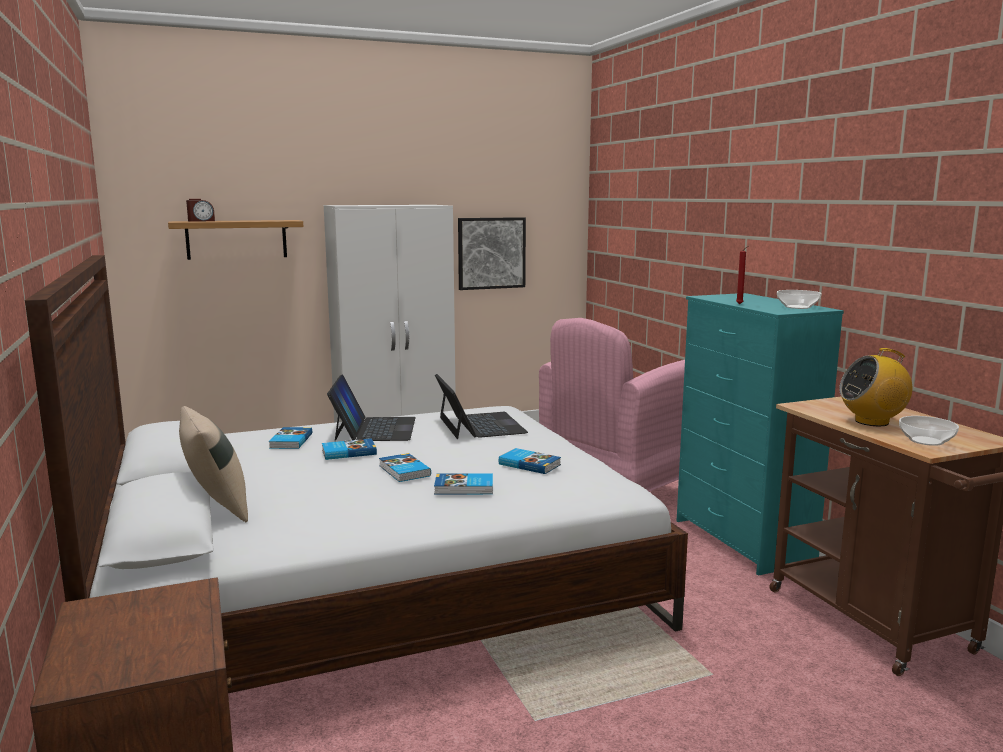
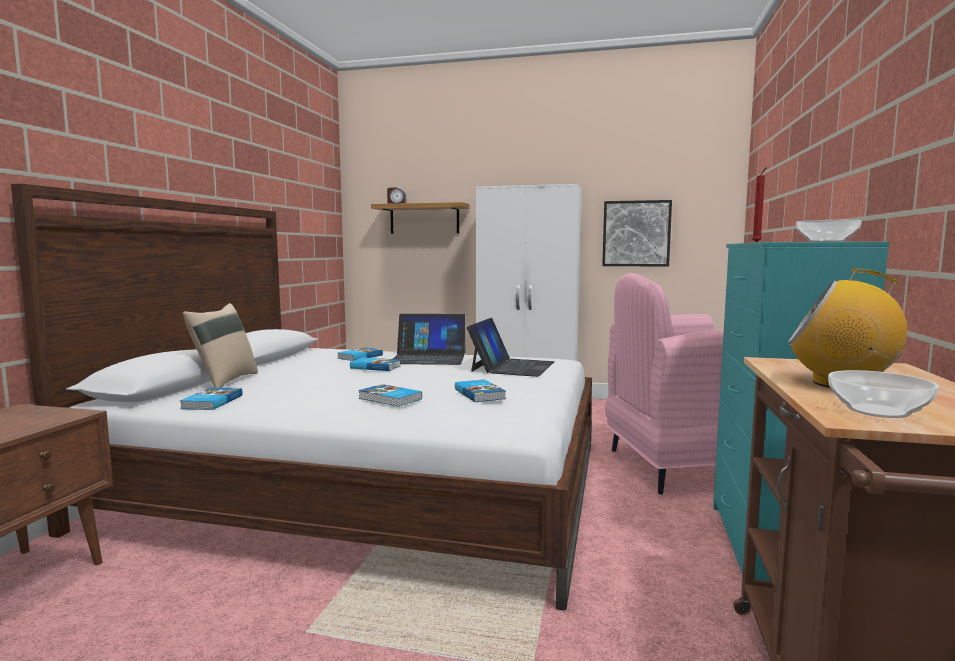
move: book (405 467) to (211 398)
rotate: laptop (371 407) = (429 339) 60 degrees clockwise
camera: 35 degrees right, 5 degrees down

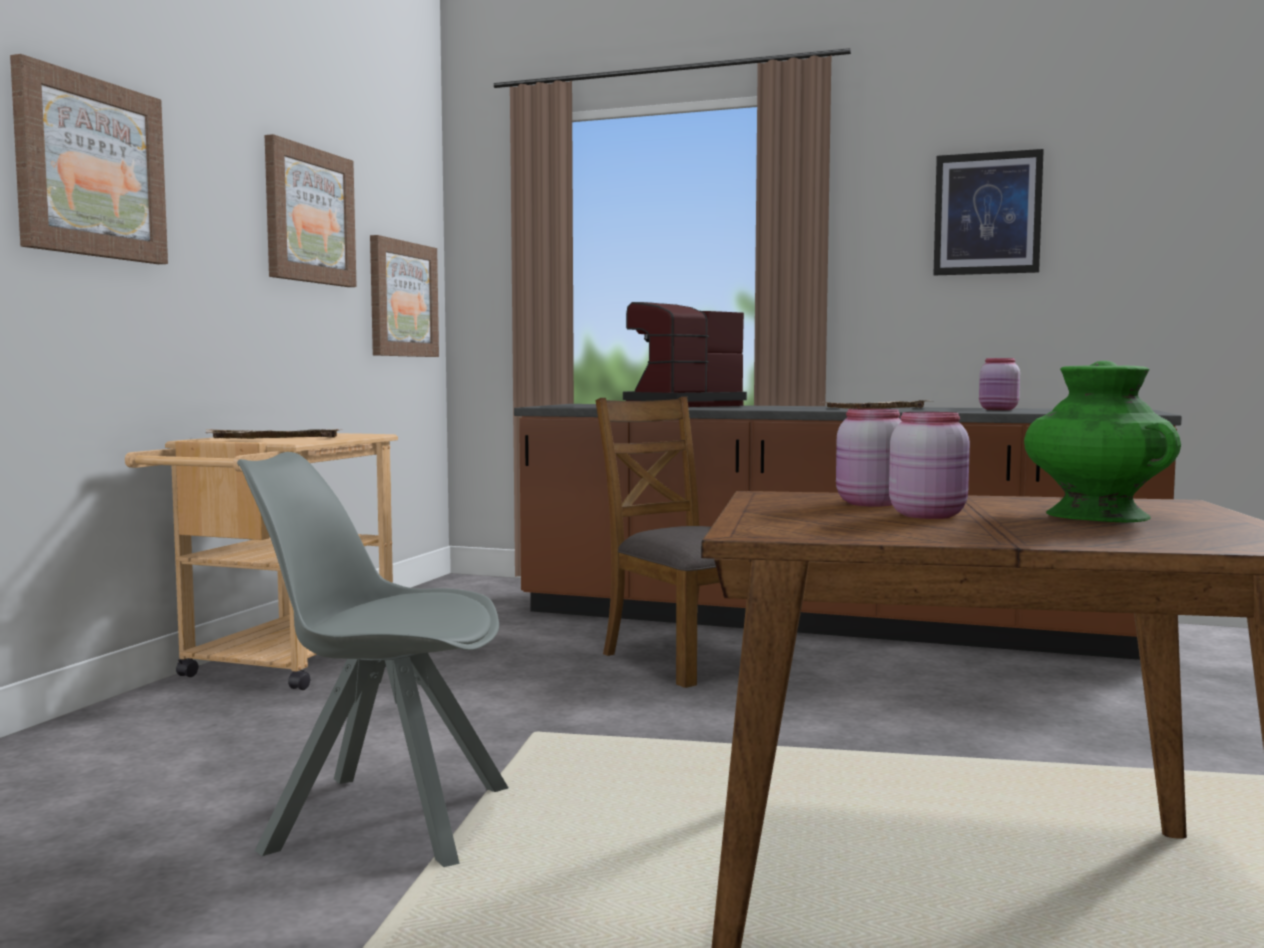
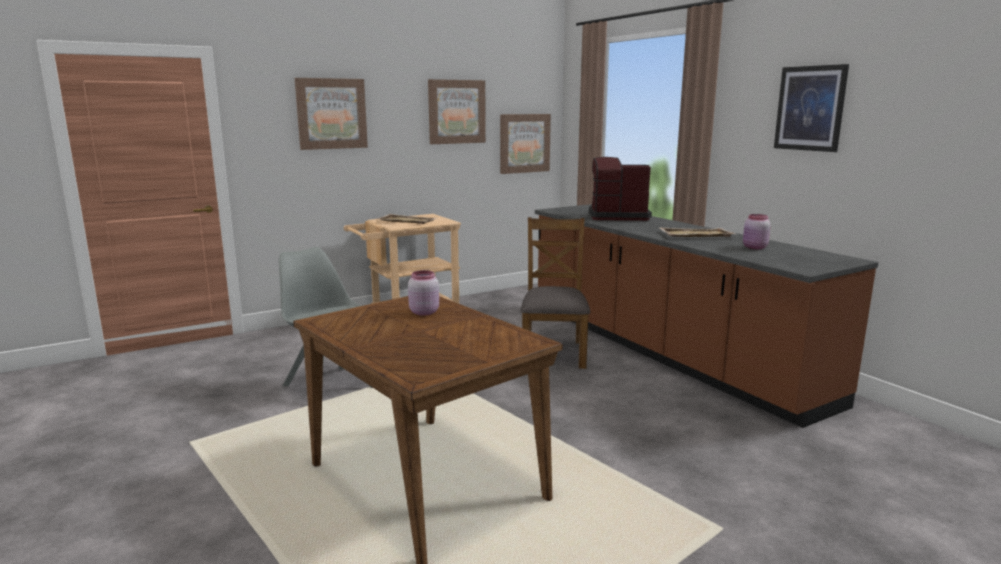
delete: pink jar (929 465); green vase (1102 441)
camera: 40 degrees right, 10 degrees up

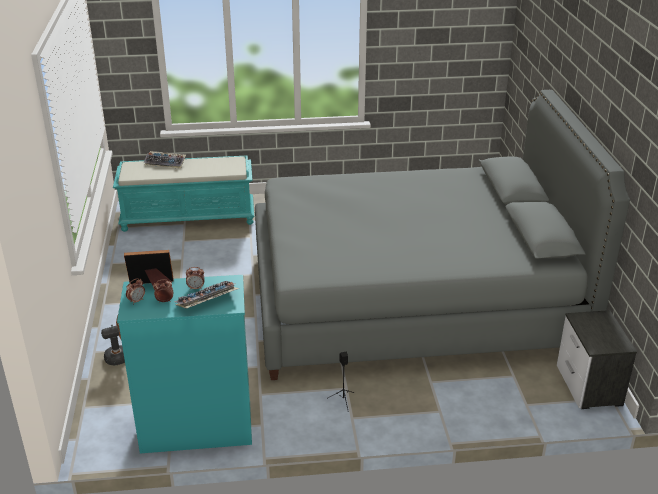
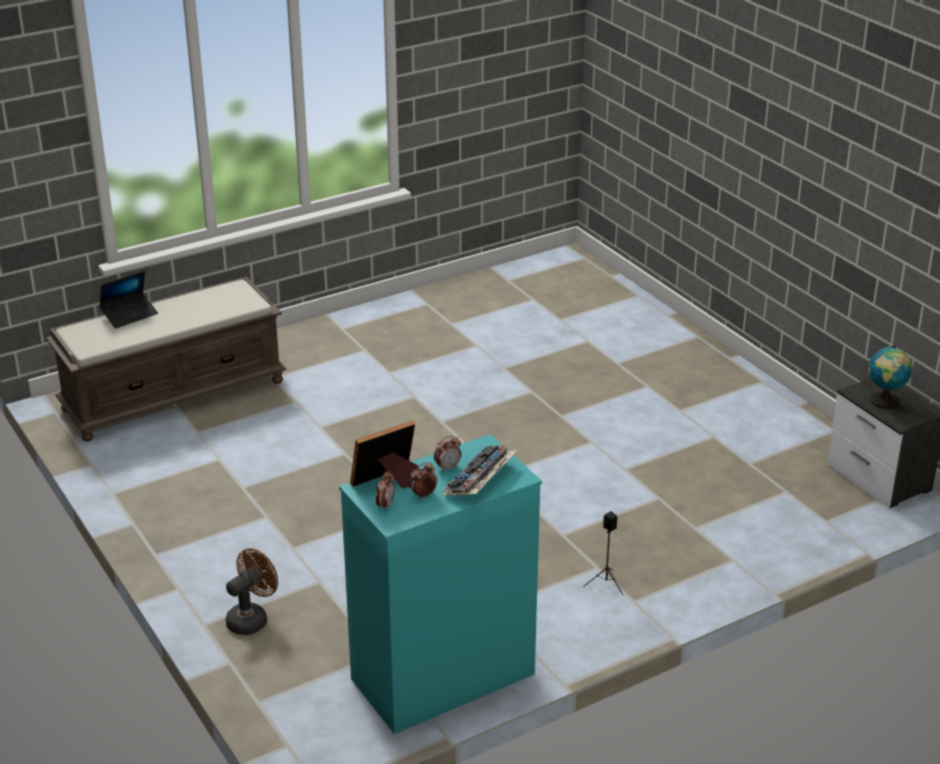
delete: grey bed (442 235)
insert: globe (890 377)
replace: keyboard (164 160) to laptop (128 299)
recolor: turquoise bench (183 193) to brown bench (166 359)
camera: 25 degrees left, 0 degrees up

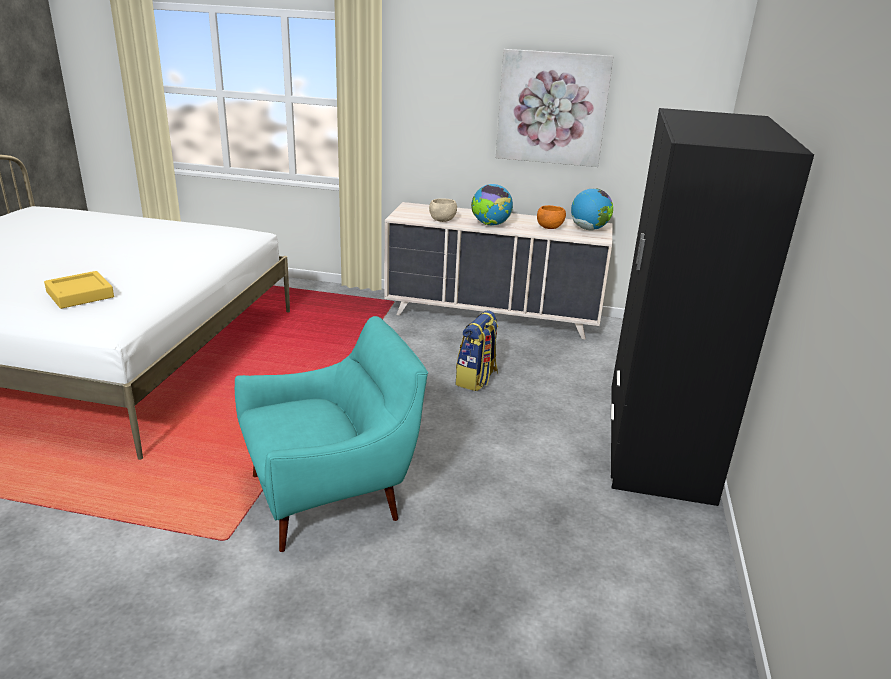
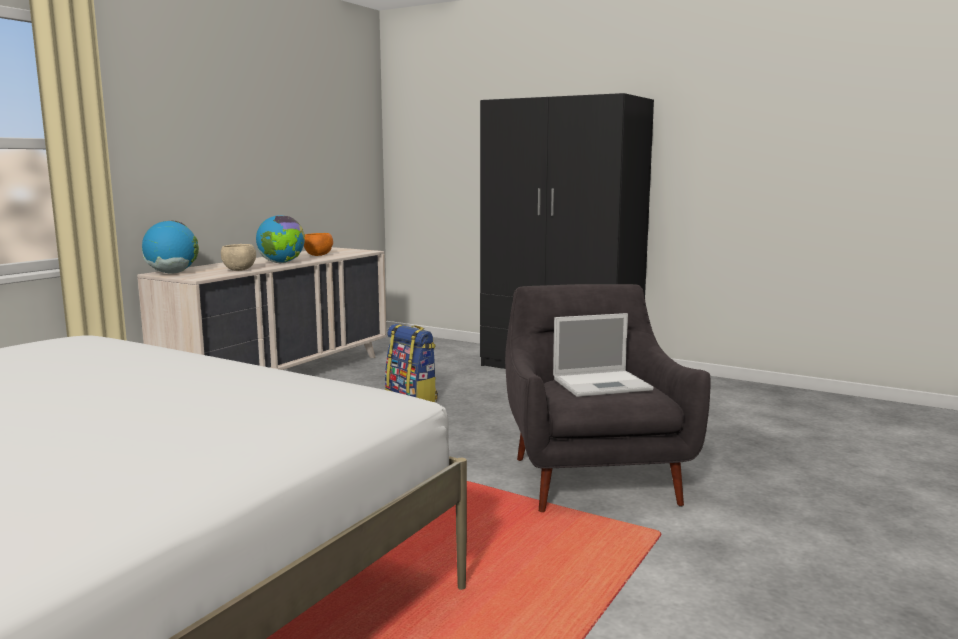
delete: yellow tray (79 290); picture (555 108)
insert: laptop (603 355)
move: globe (592 209) to (170 247)
recolor: turquoise armchair (331 434) to grey armchair (607 398)
camera: 70 degrees left, 15 degrees down

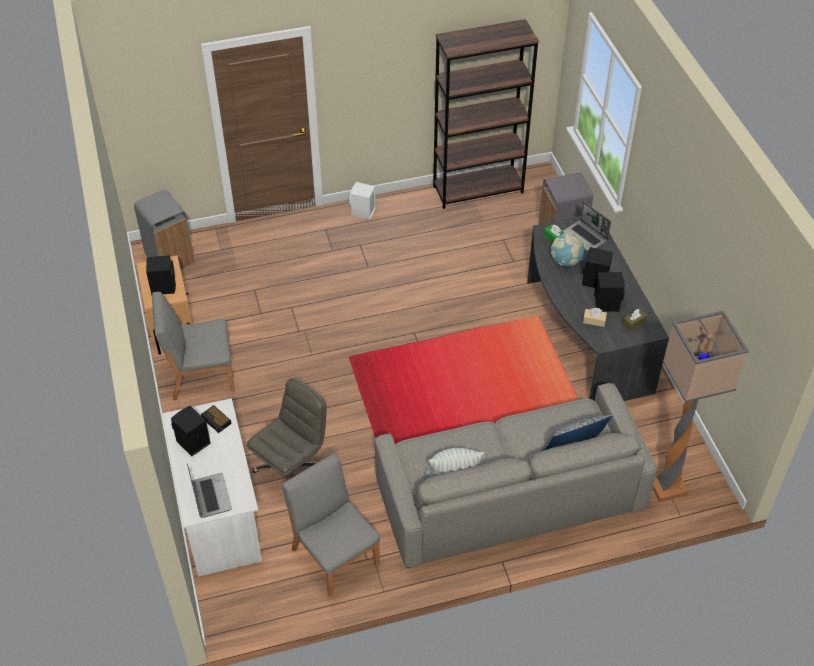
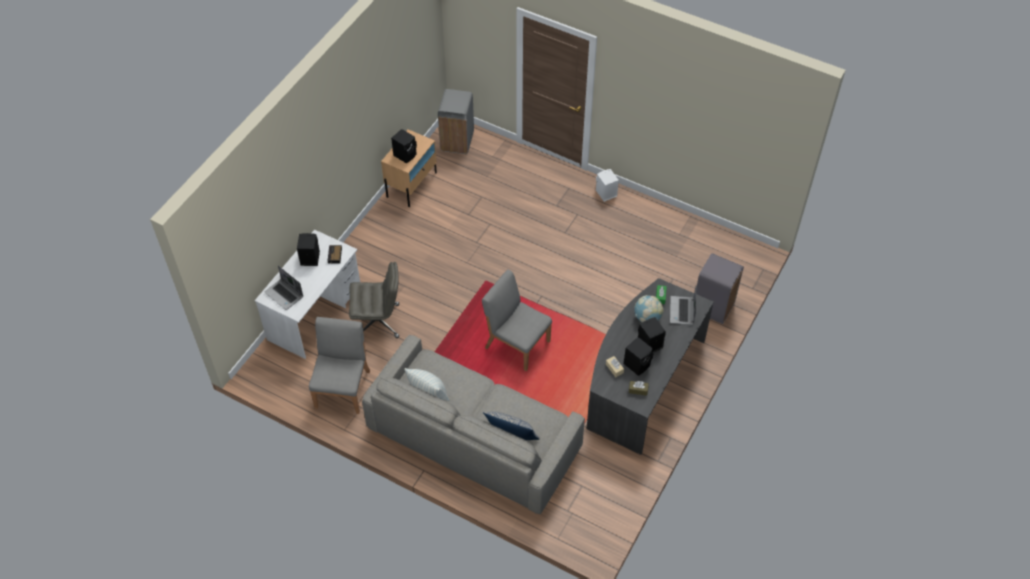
delete: brown bookcase (486 114); floor lamp (701 406)
move: grey chair (193 346) to (517 320)
rotate: laptop (209 491) = (284 288) 105 degrees clockwise
camera: 45 degrees right, 5 degrees up

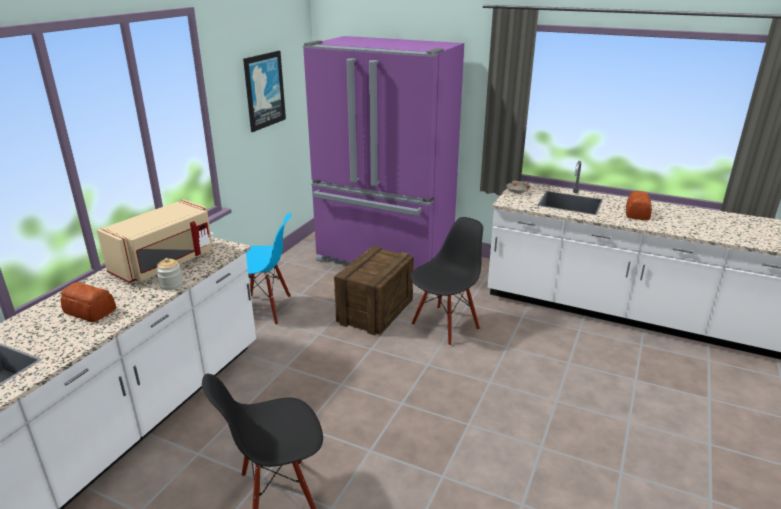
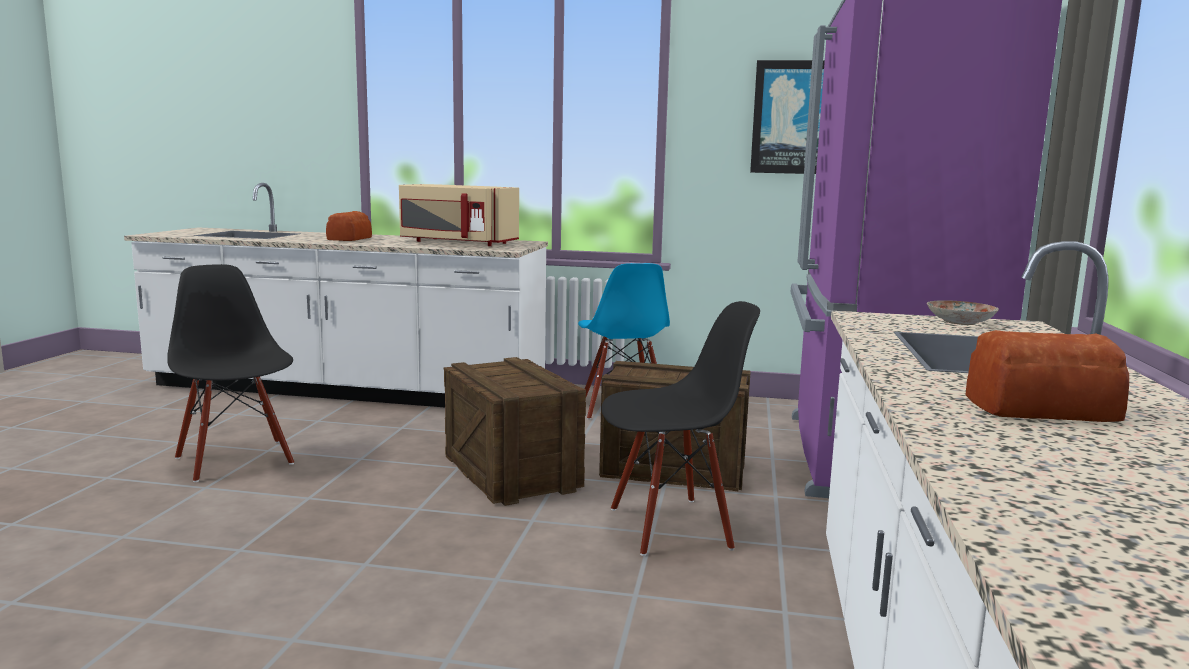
delete: jar (169 274)
insert: crate (515 431)
rotate: black chair (446 281) = (681 428) 45 degrees counterclockwise
camera: 75 degrees right, 15 degrees down

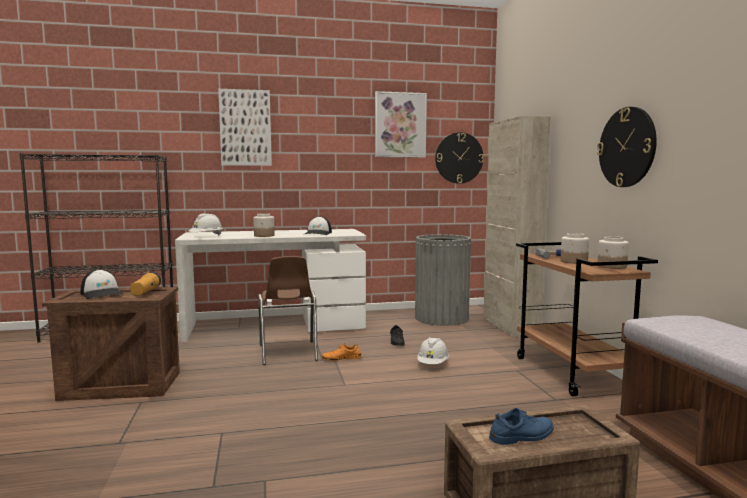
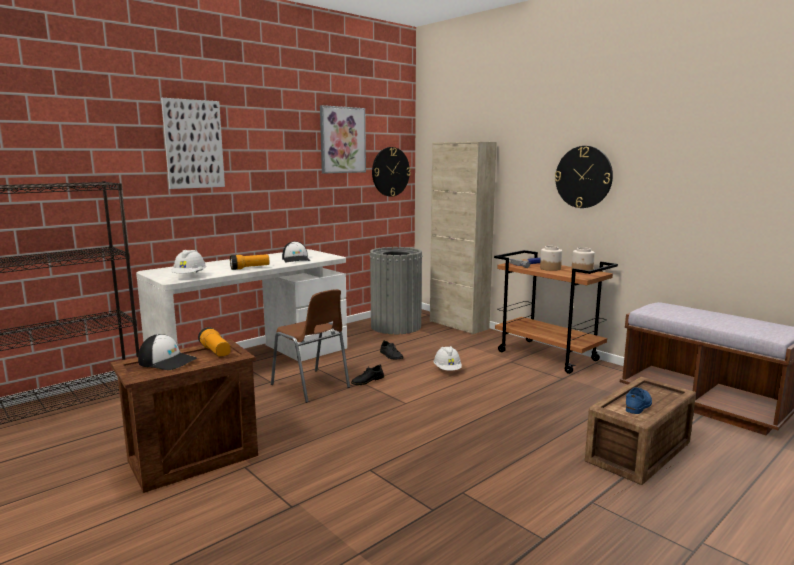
replace: jar (264 225) to flashlight (249 262)
recolor: orange shoe (341 352) to black shoe (367 375)
camera: 30 degrees left, 5 degrees up

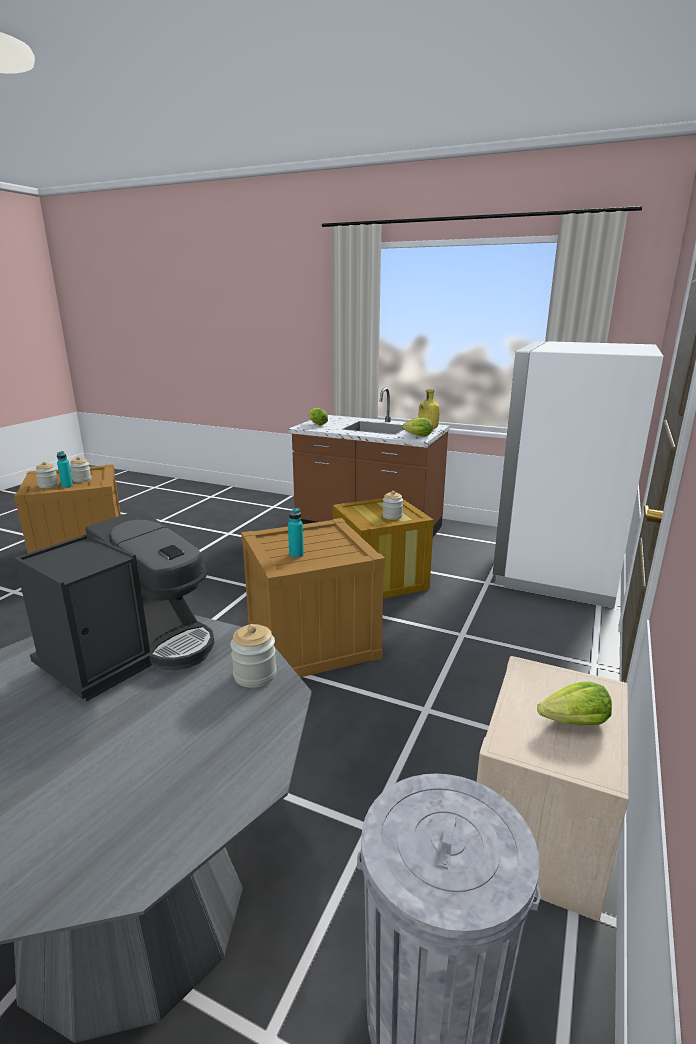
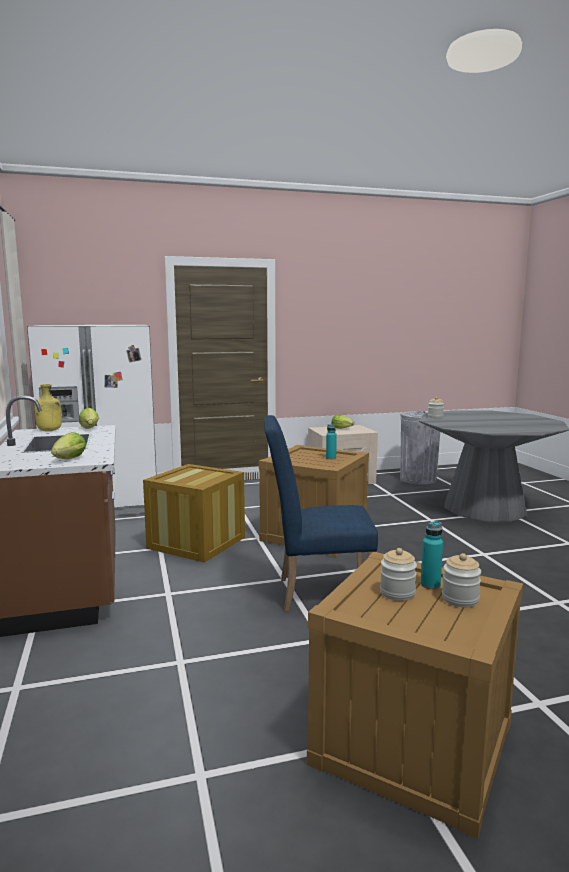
delete: coffee machine (114 605); jar (393 505)
insert: blue chair (321 513)
camera: 130 degrees left, 10 degrees down

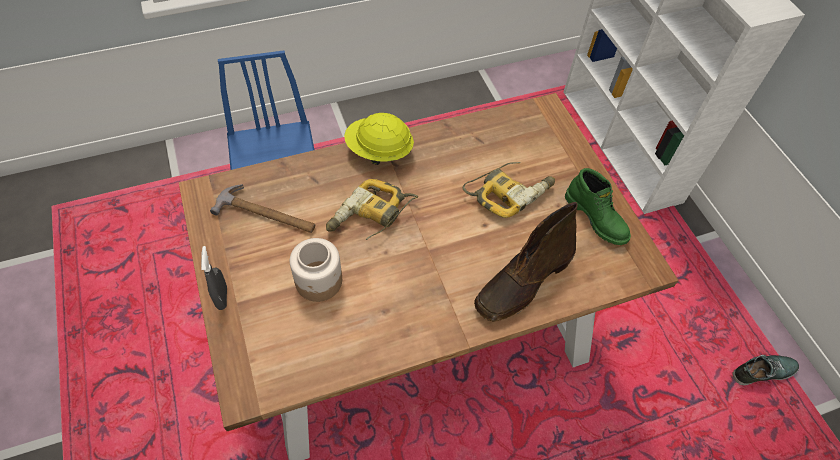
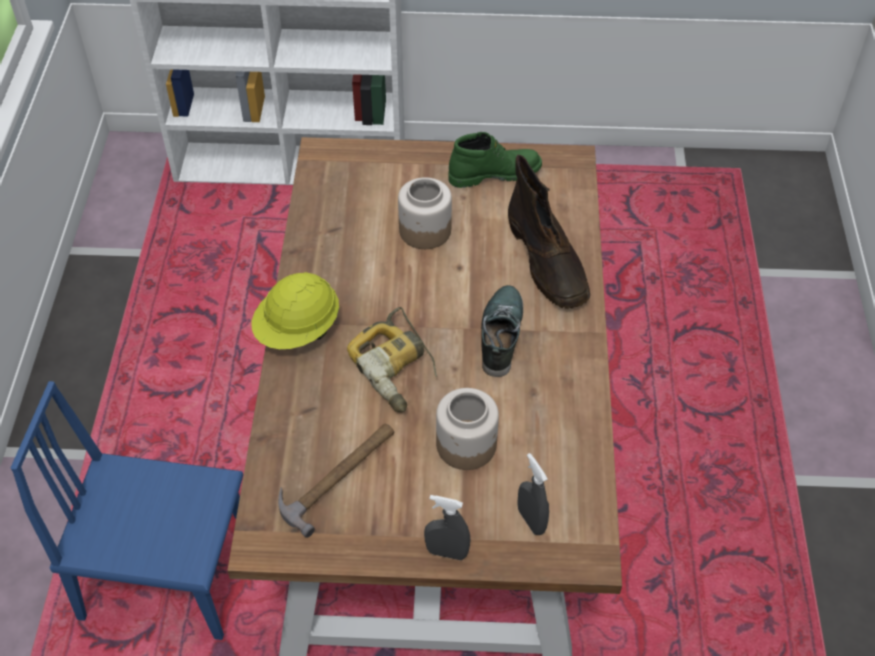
insert: grey spray bottle (533 494)
move: shoe (765 370) to (502 331)
replace: power drill (508 190) to jar (425 213)
camera: 65 degrees left, 5 degrees down

